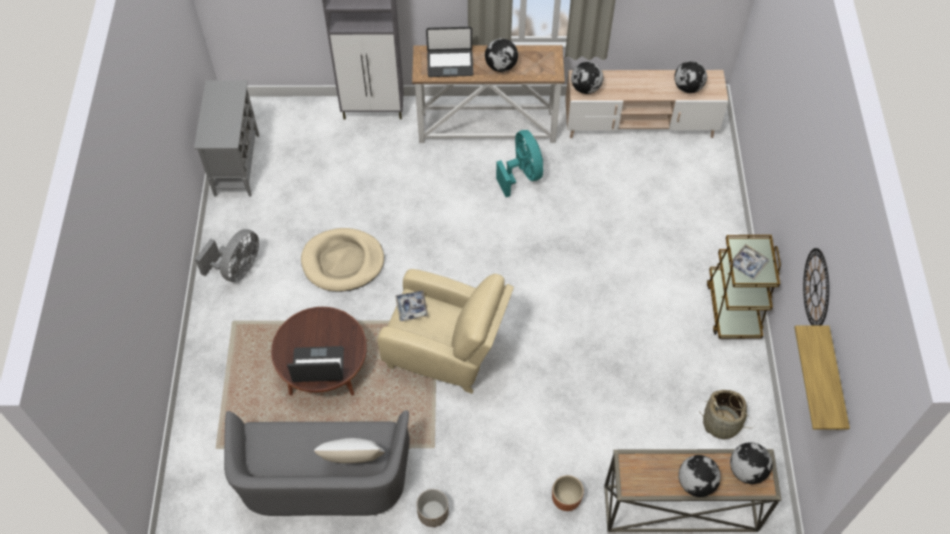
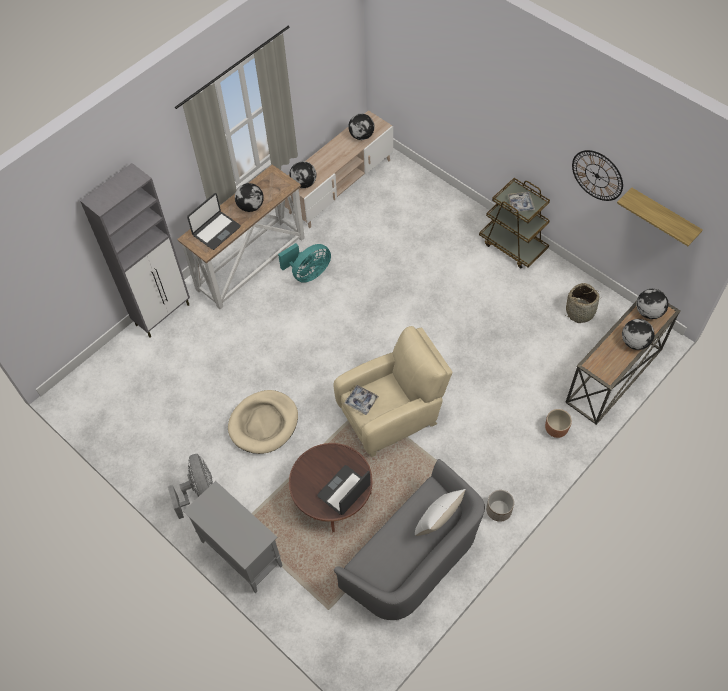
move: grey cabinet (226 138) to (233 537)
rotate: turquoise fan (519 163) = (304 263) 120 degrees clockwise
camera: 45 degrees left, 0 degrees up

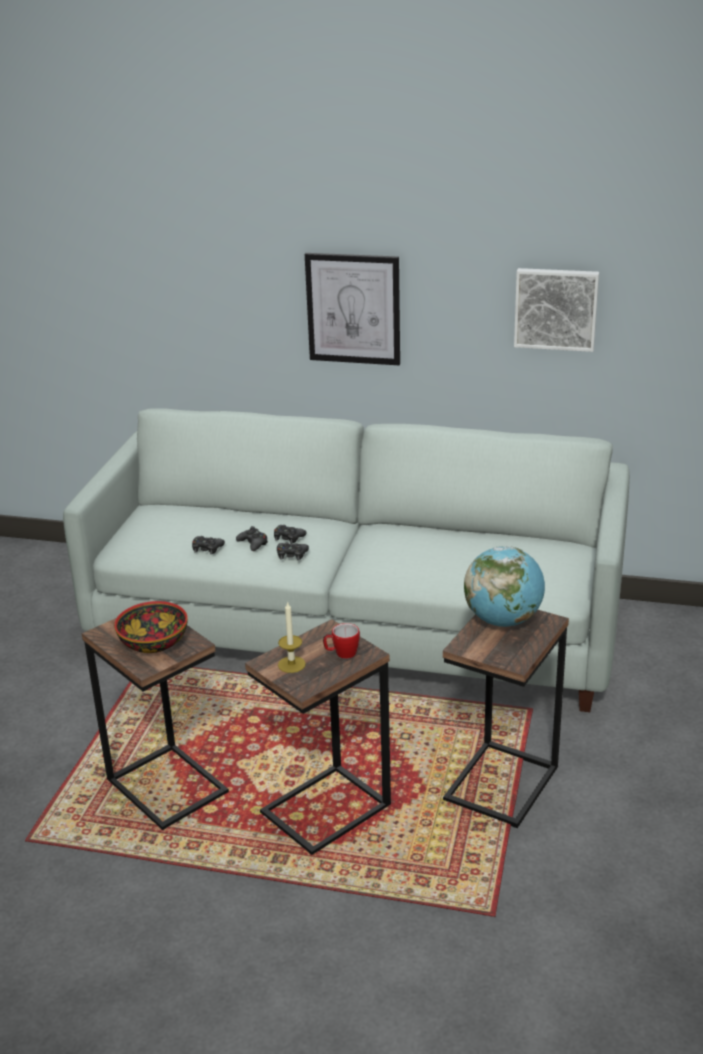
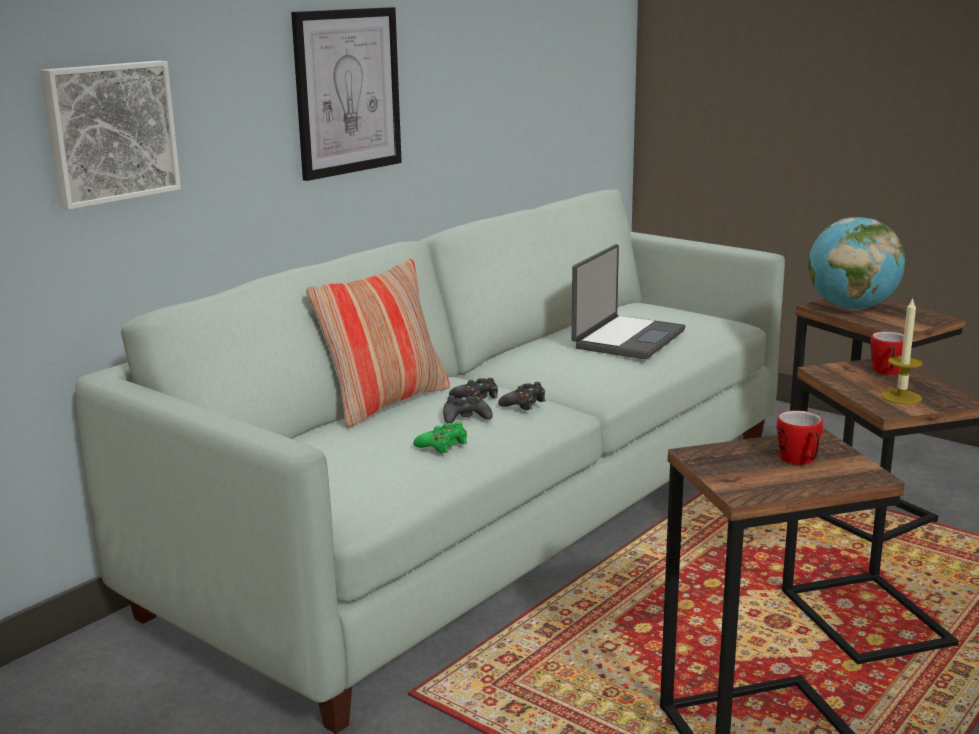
insert: pillow (378 343); laptop (629 301)
move: picture (556 310) to (110 135)
replace: bowl (151 627) to mug (800 437)
recolor: black game controller (208 545) to green game controller (440 437)
camera: 65 degrees left, 10 degrees down

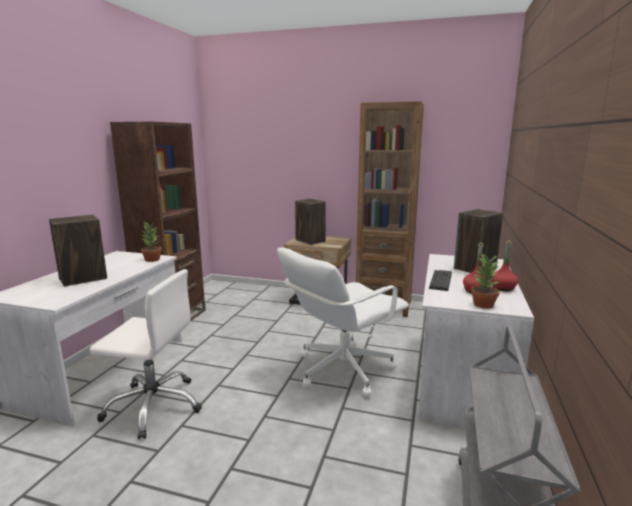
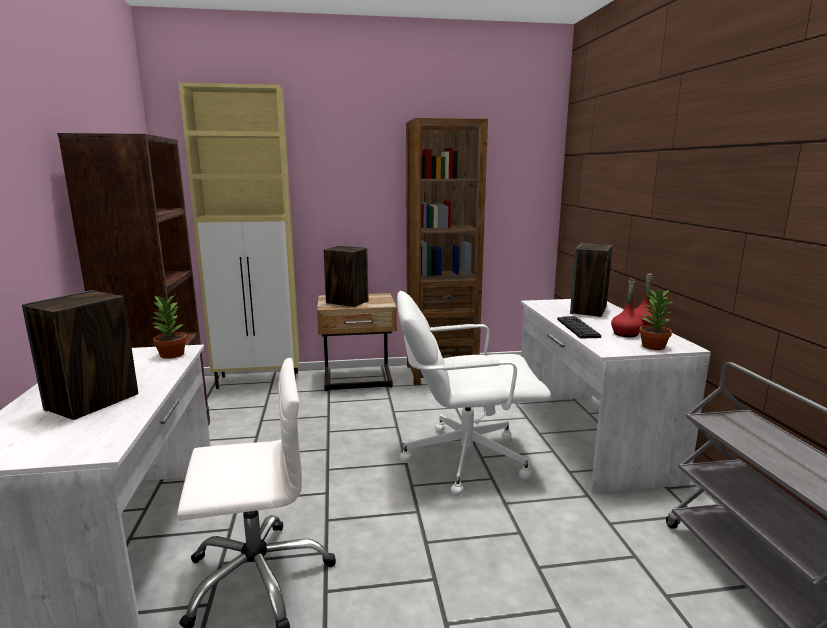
insert: beige cabinet (239 236)
rotate: white office chair (343 322) = (474 393) 60 degrees clockwise
camera: 25 degrees left, 0 degrees up

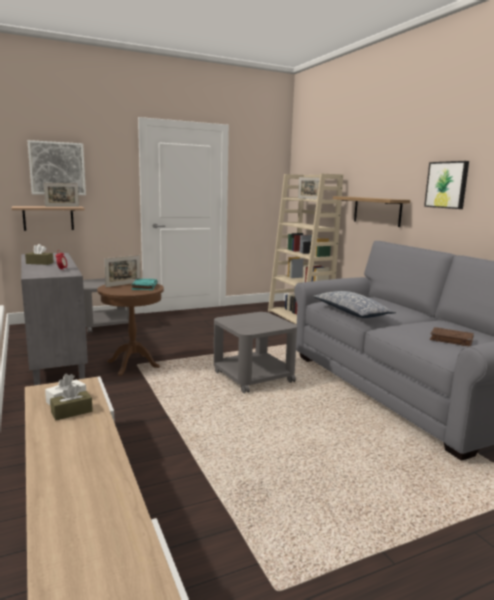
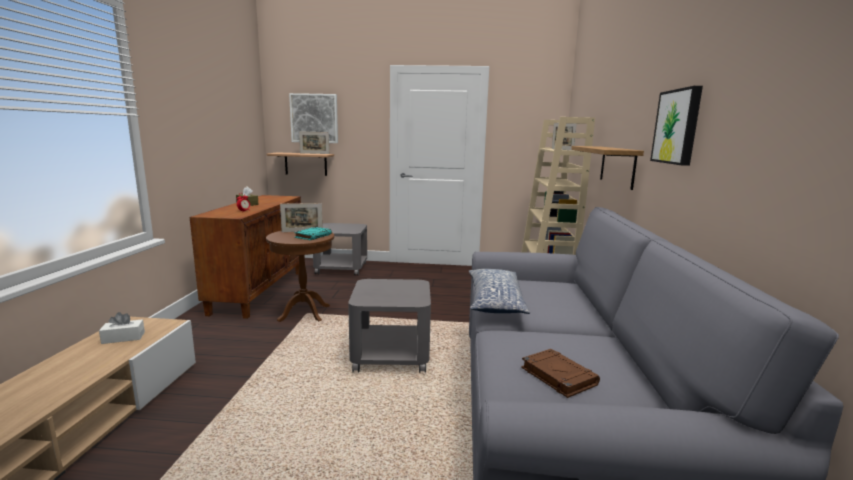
delete: brown tissue box (71 402)
recolor: grey cabinet (54 319) to brown cabinet (245 257)
camera: 30 degrees right, 0 degrees up

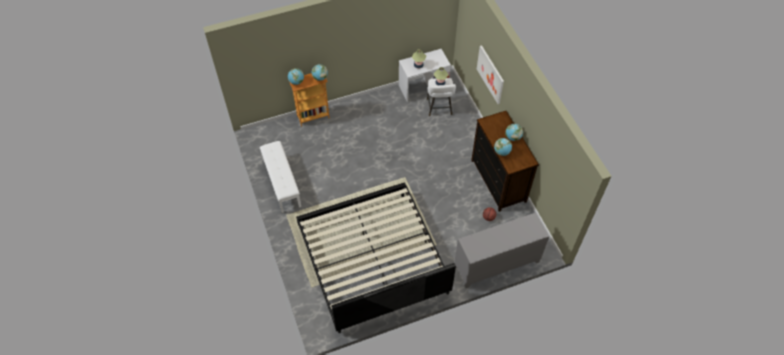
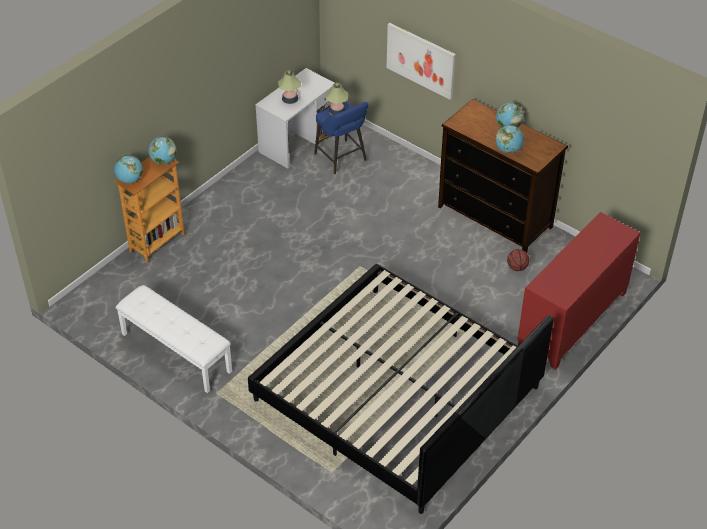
recolor: white stool (441 97) to blue stool (341 138); grey cabinet (501 250) to red cabinet (579 291)
camera: 30 degrees left, 10 degrees down

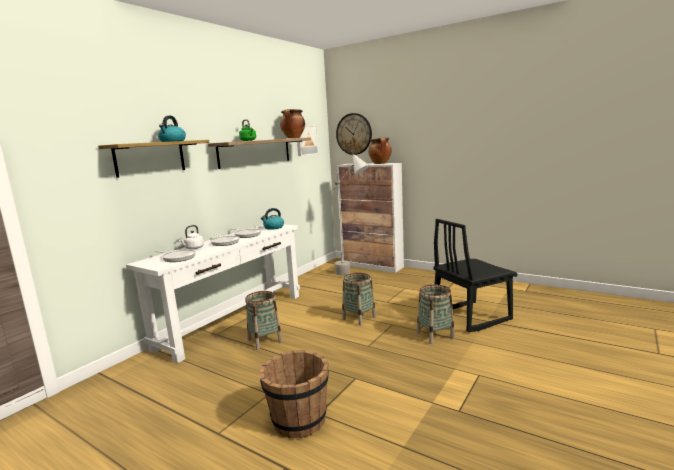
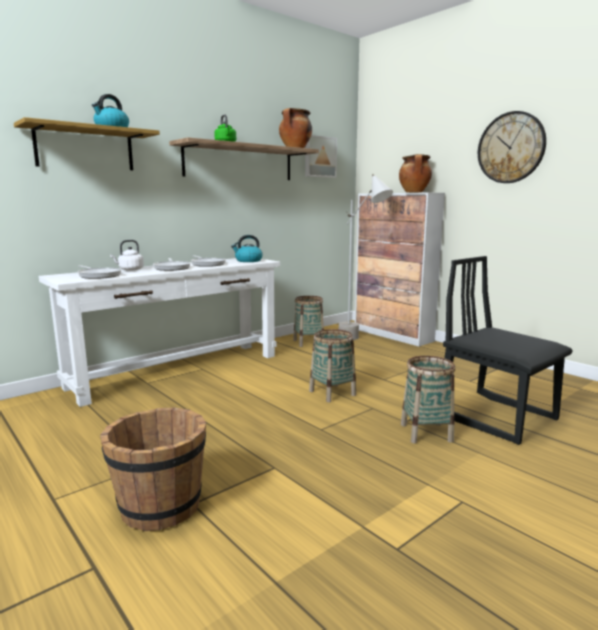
move: basket (263 320) to (308 321); wall clock (354 134) to (512 147)
rotate: black chair (475 275) = (508 350) 60 degrees clockwise
camera: 15 degrees right, 0 degrees up

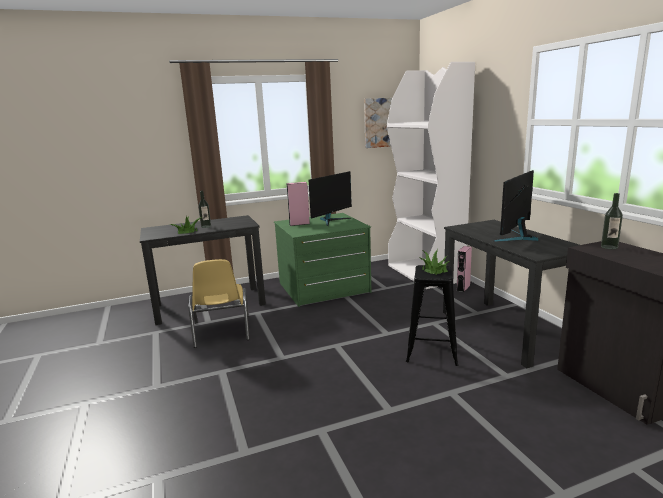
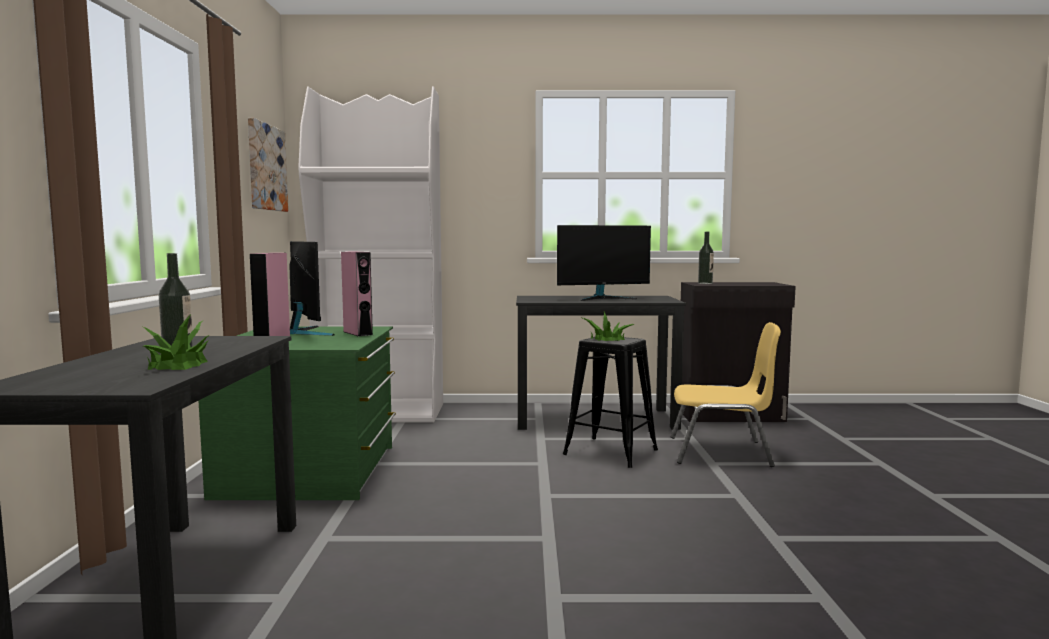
move: yellow chair (219 303) to (726 394); pink speaker (464 269) to (357 294)
rotate: monitor (516 206) = (604 263) 75 degrees counterclockwise
camera: 70 degrees left, 10 degrees down

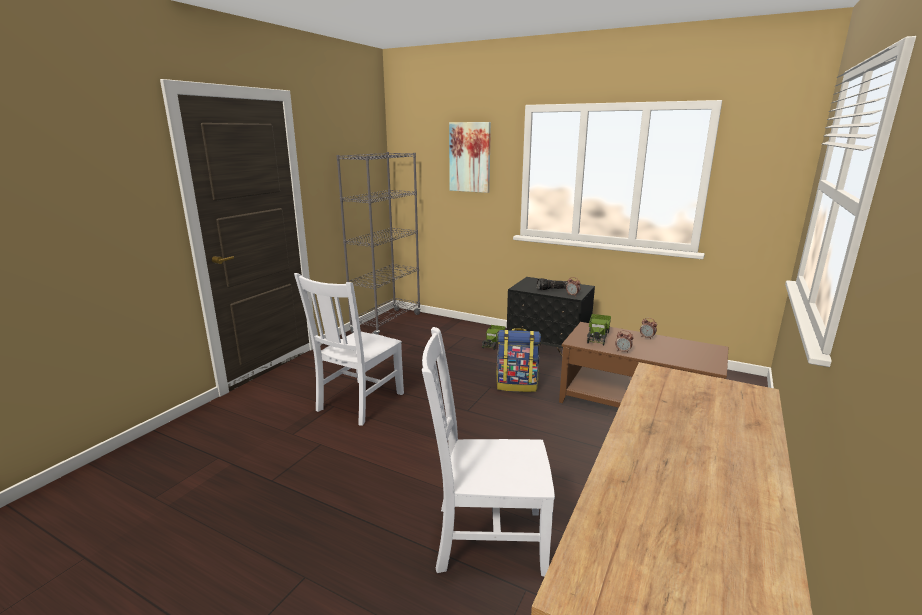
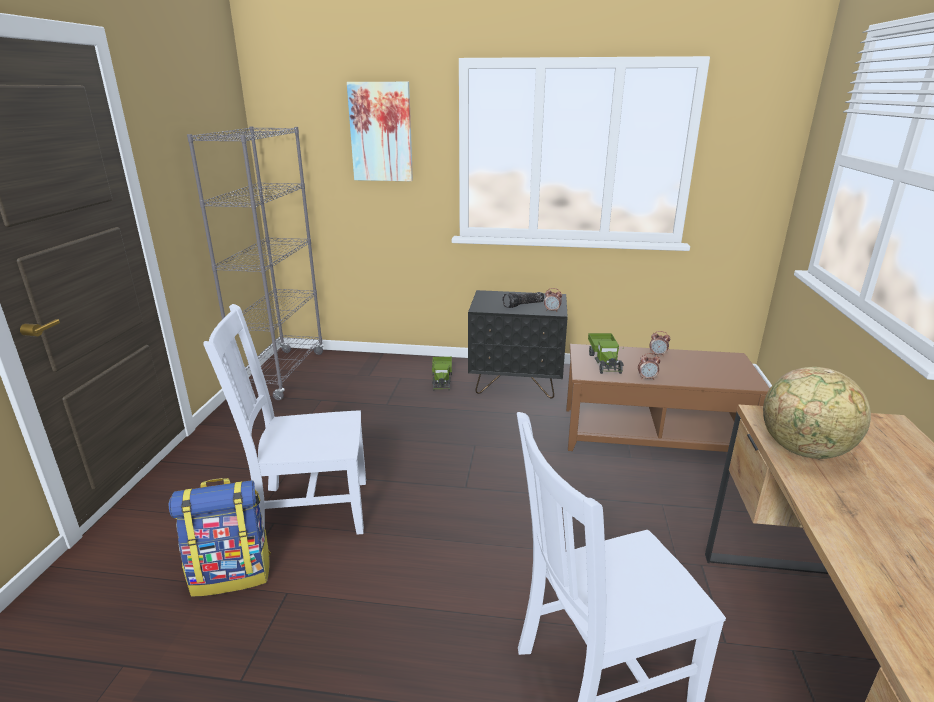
insert: globe (817 413)
move: backpack (519 360) to (220 537)
rotate: white chair (349 349) = (284 419) 75 degrees clockwise
camera: 20 degrees left, 5 degrees up

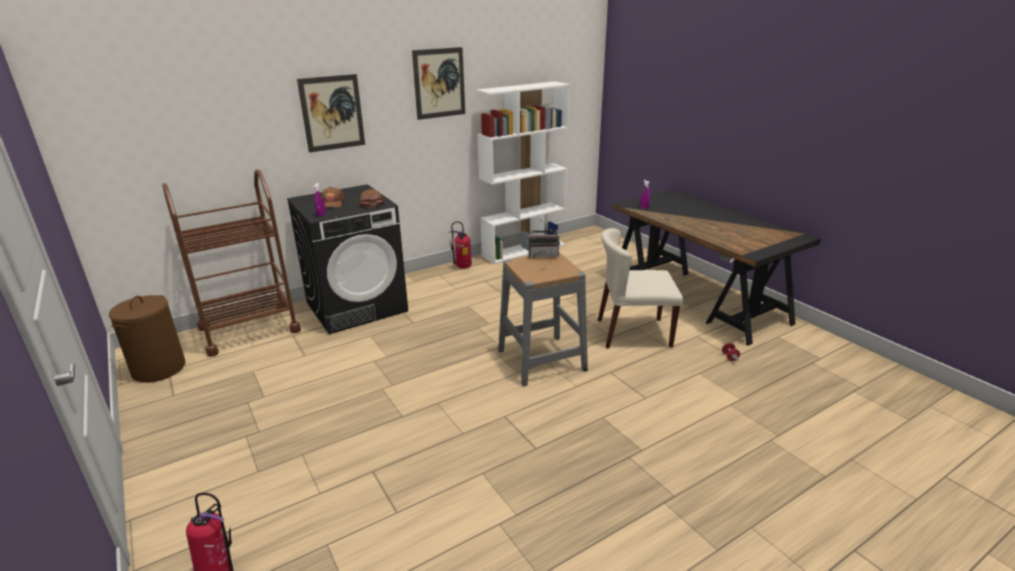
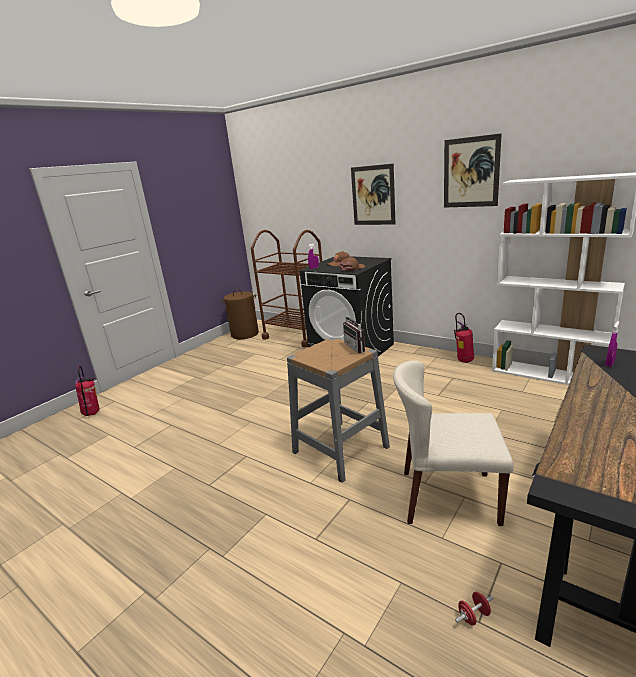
rotate: beige chair (640 288) = (453 443) 60 degrees counterclockwise
camera: 70 degrees right, 5 degrees down

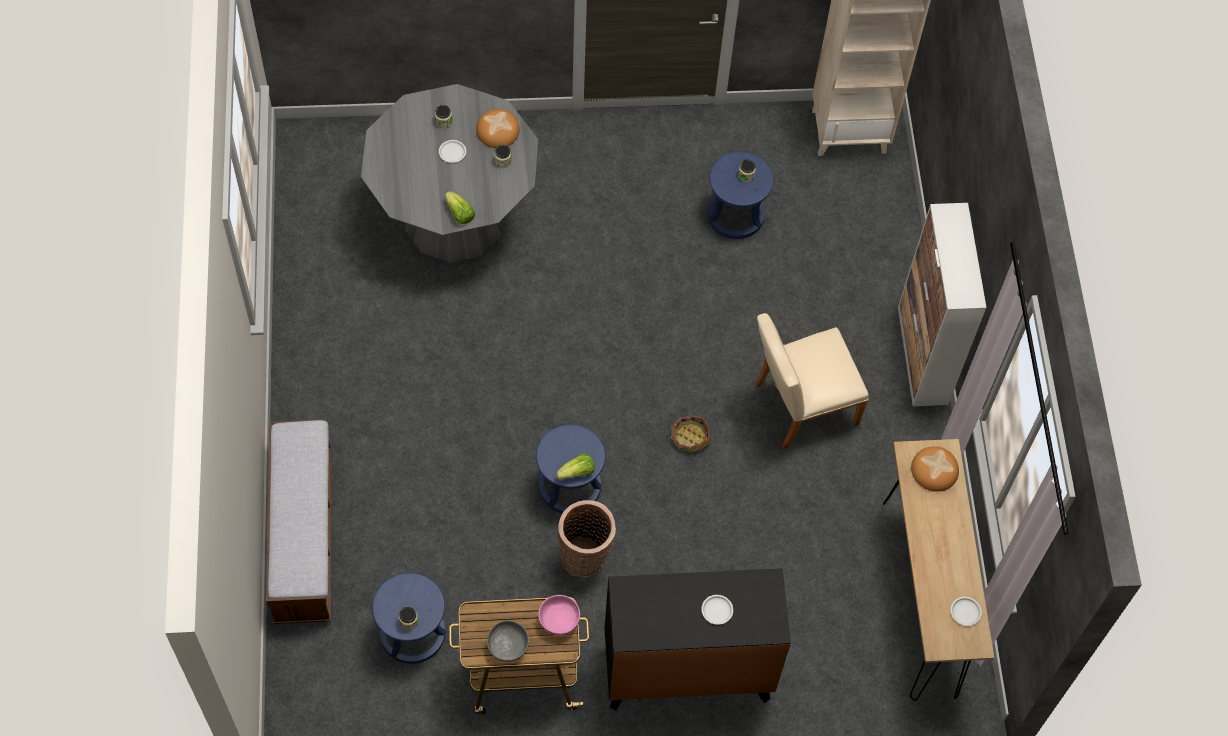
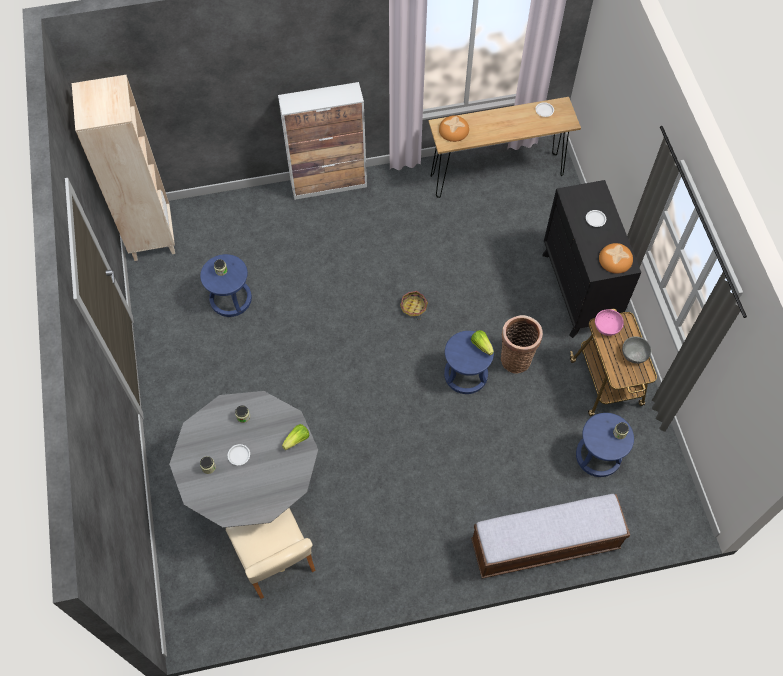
move: bread (498 128) to (616 258); beige chair (812 381) to (271 553)
camera: 95 degrees left, 0 degrees up

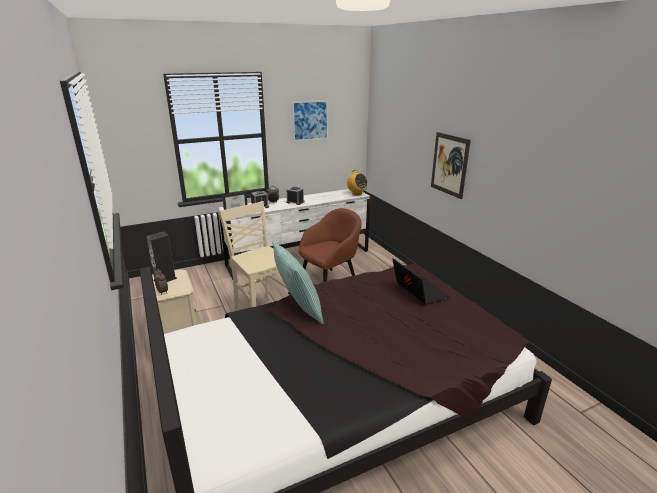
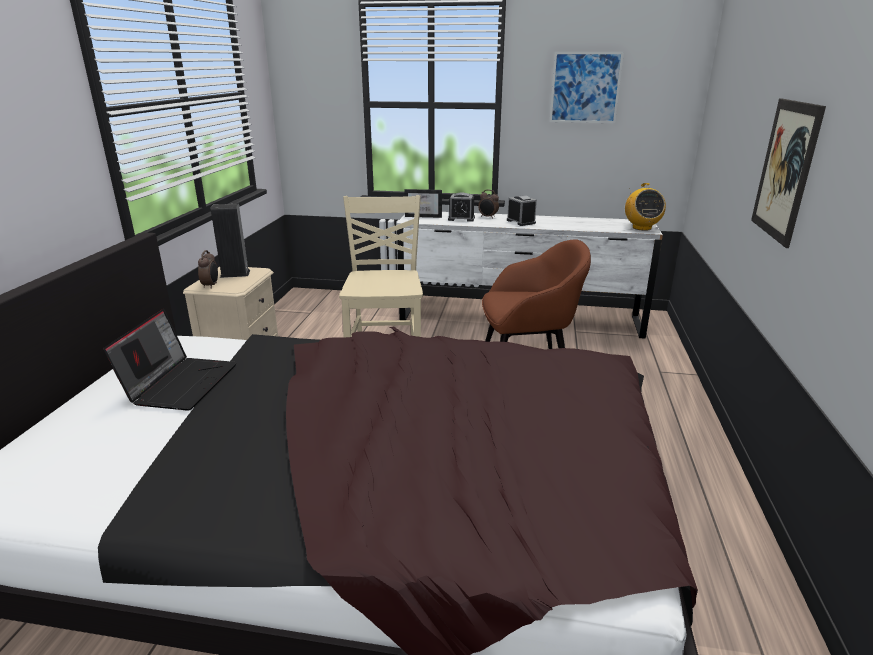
delete: pillow (298 282)
move: laptop (421 281) to (170 360)
camera: 35 degrees right, 0 degrees up

